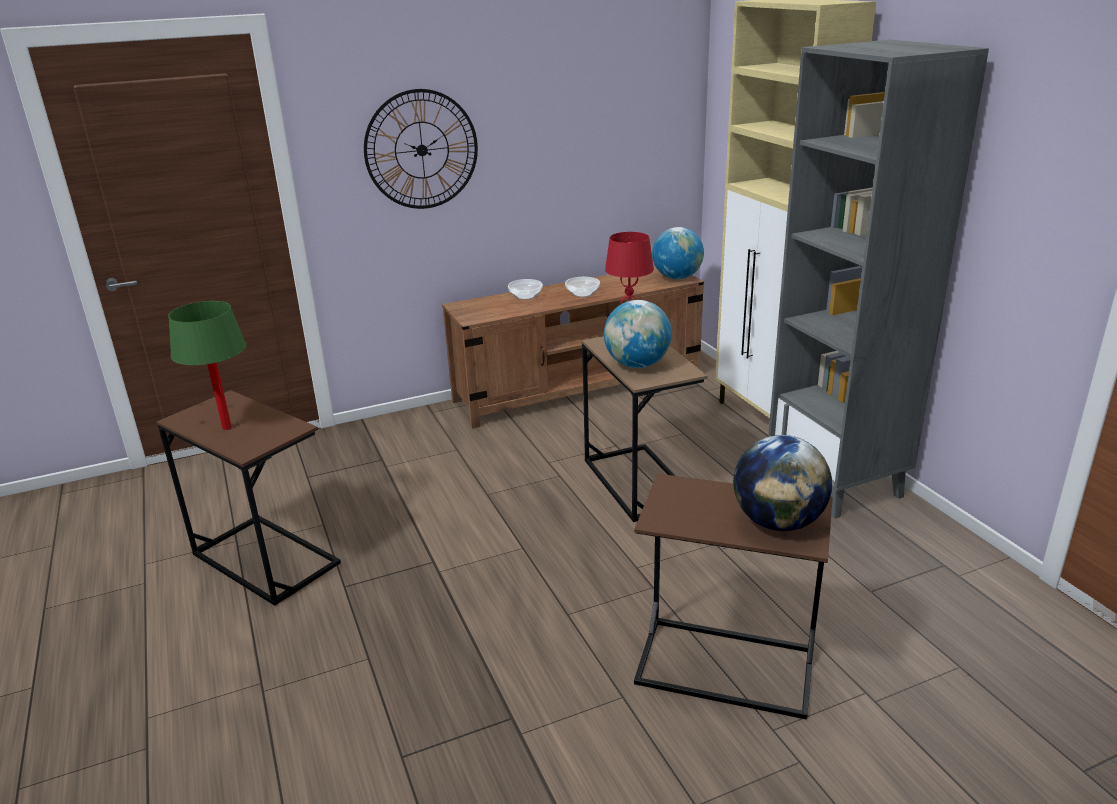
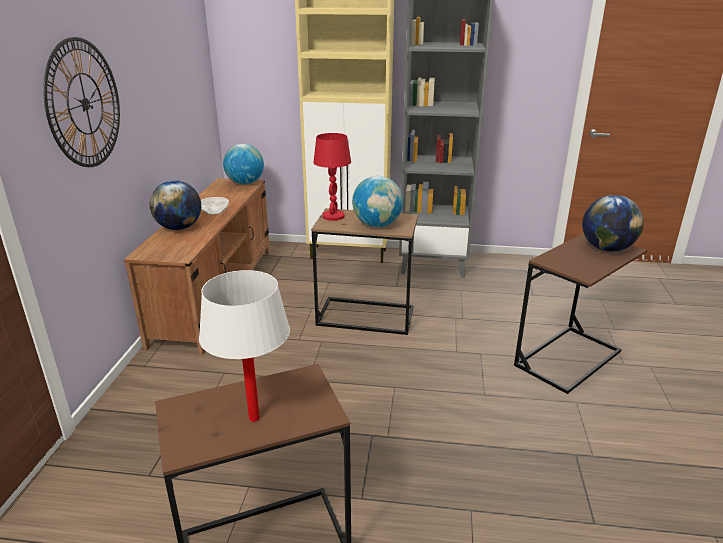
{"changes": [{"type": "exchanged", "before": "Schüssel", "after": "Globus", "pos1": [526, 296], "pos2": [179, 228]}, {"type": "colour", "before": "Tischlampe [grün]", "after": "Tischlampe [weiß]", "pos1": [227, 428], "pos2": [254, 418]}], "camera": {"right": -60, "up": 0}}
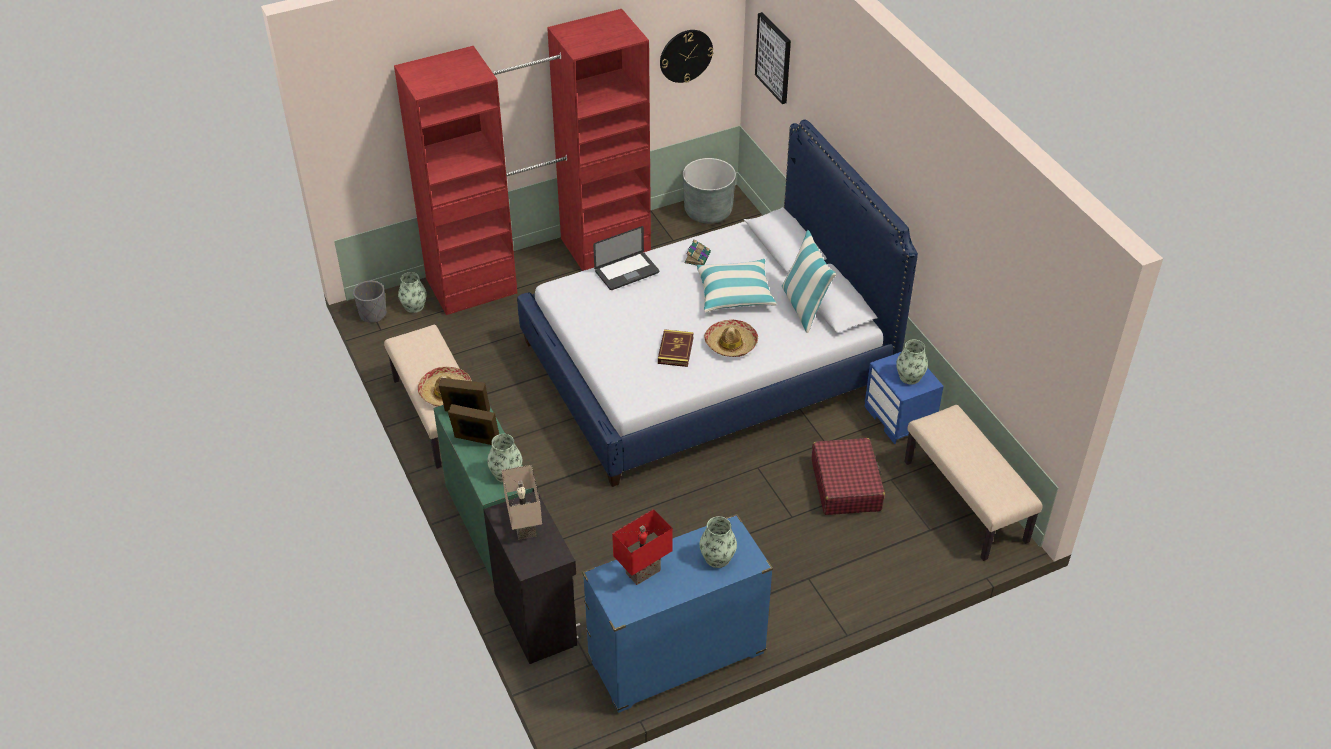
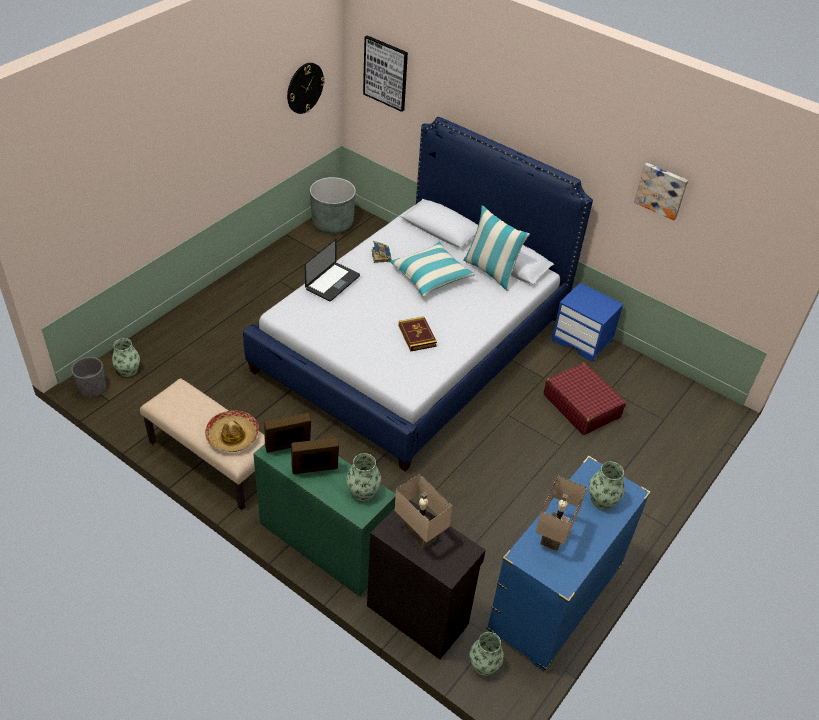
{"changes": [{"type": "missing", "before": "Kleiderschrank [rot]", "pos1": [540, 265]}, {"type": "missing", "before": "Hut", "pos1": [731, 344]}, {"type": "relocated", "before": "Vase", "pos1": [909, 377], "pos2": [484, 665]}, {"type": "missing", "before": "Bank [beige]", "pos1": [966, 501]}, {"type": "colour", "before": "Tischlampe [rot]", "after": "Tischlampe [beige]", "pos1": [642, 570], "pos2": [552, 536]}, {"type": "appeared", "after": "Bild", "pos2": [661, 190]}], "camera": {"right": -30, "up": 0}}
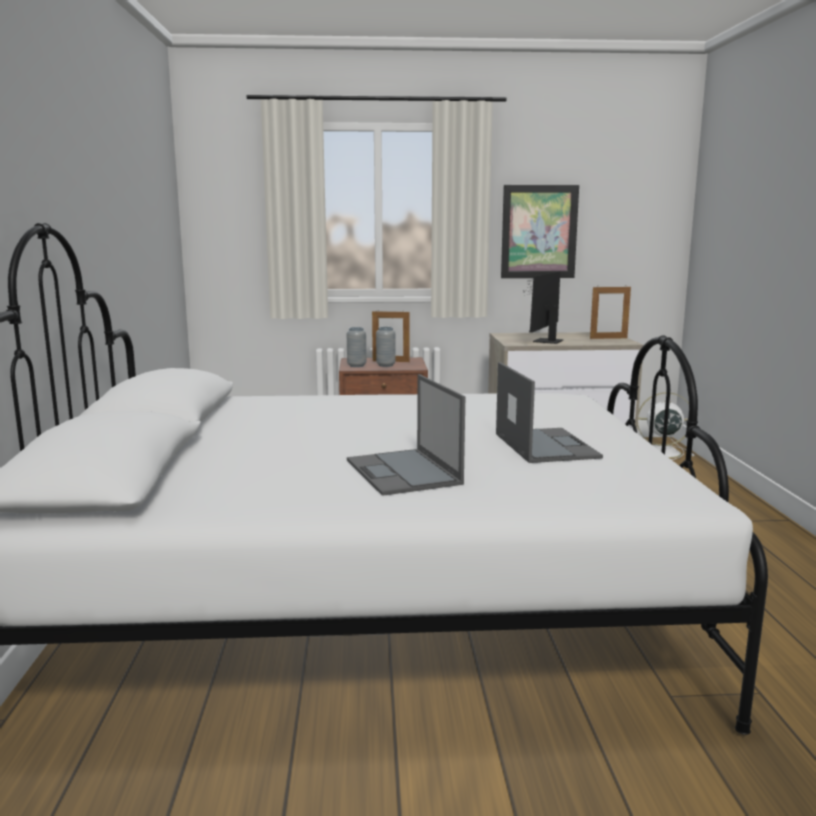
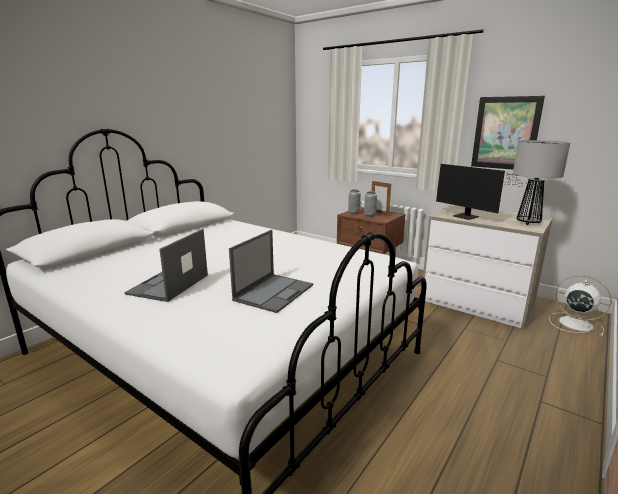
{"changes": [{"type": "spun", "before": "Monitor", "pos1": [545, 341], "pos2": [468, 217], "turn": -105}, {"type": "exchanged", "before": "Bilderrahmen", "after": "Tischlampe", "pos1": [608, 338], "pos2": [528, 222]}], "camera": {"right": 40, "up": 5}}
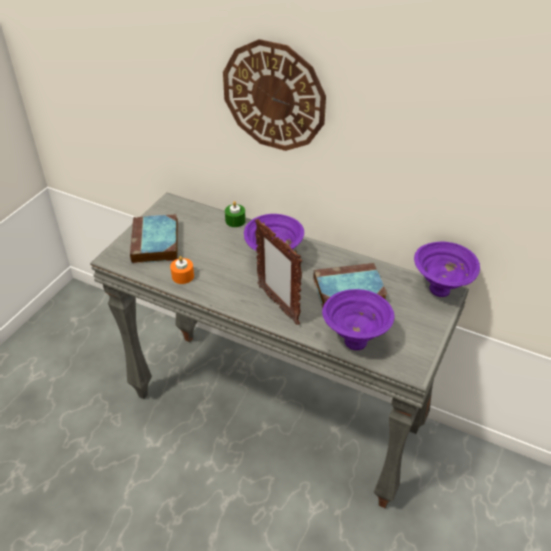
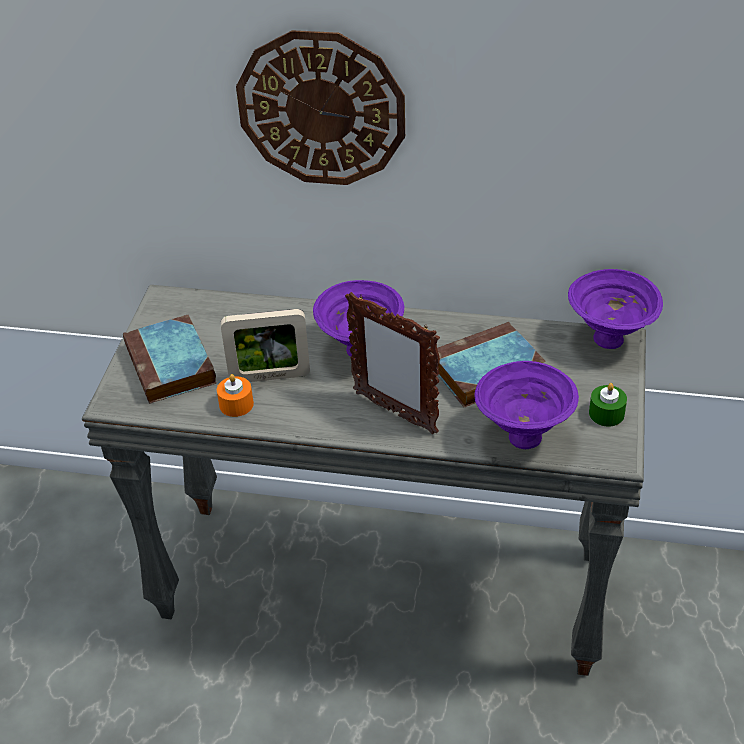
{"changes": [{"type": "relocated", "before": "Kerze [grün]", "pos1": [235, 221], "pos2": [606, 414]}, {"type": "appeared", "after": "Bilderrahmen", "pos2": [270, 377]}], "camera": {"right": -15, "up": 0}}
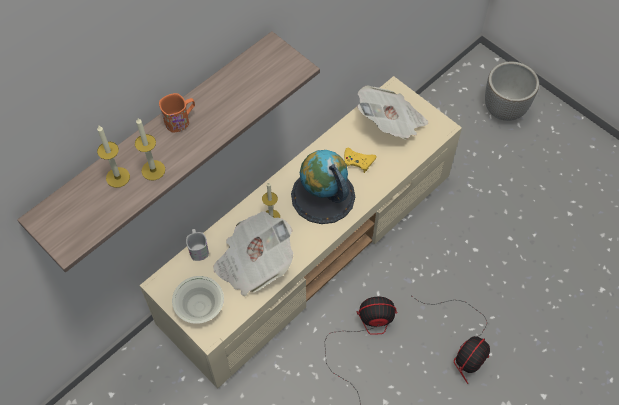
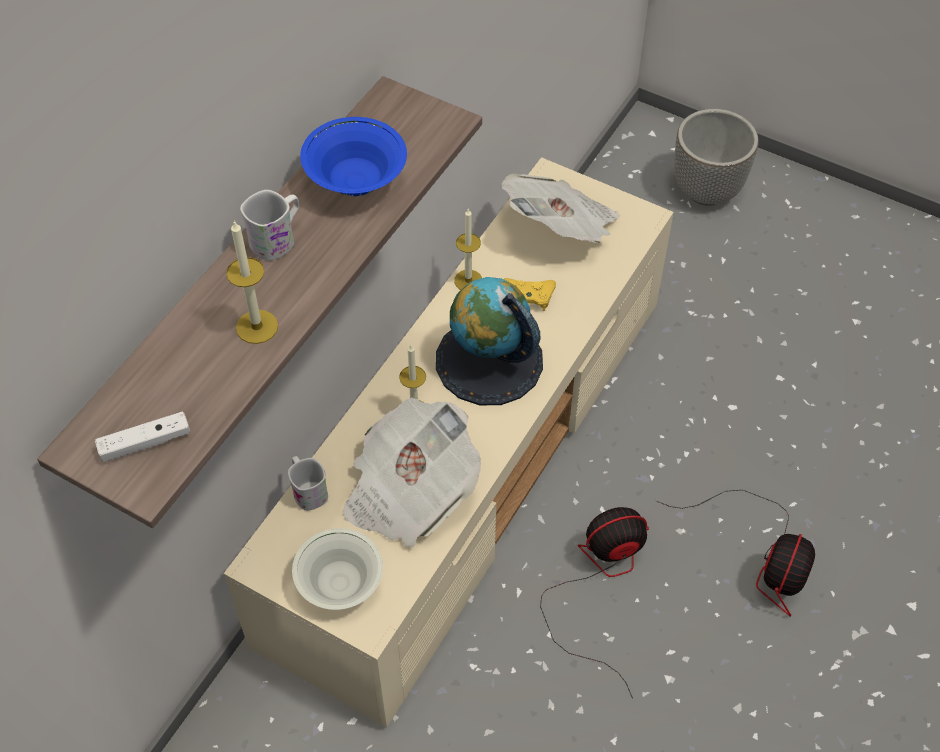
{"changes": [{"type": "colour", "before": "Henkelbecher [orange]", "after": "Henkelbecher [weiß]", "pos1": [181, 120], "pos2": [278, 239]}, {"type": "relocated", "before": "Kerze", "pos1": [118, 177], "pos2": [468, 280]}, {"type": "appeared", "after": "Schüssel [blau]", "pos2": [356, 182]}, {"type": "appeared", "after": "Gamepad [weiß]", "pos2": [145, 443]}], "camera": {"right": -15, "up": -5}}
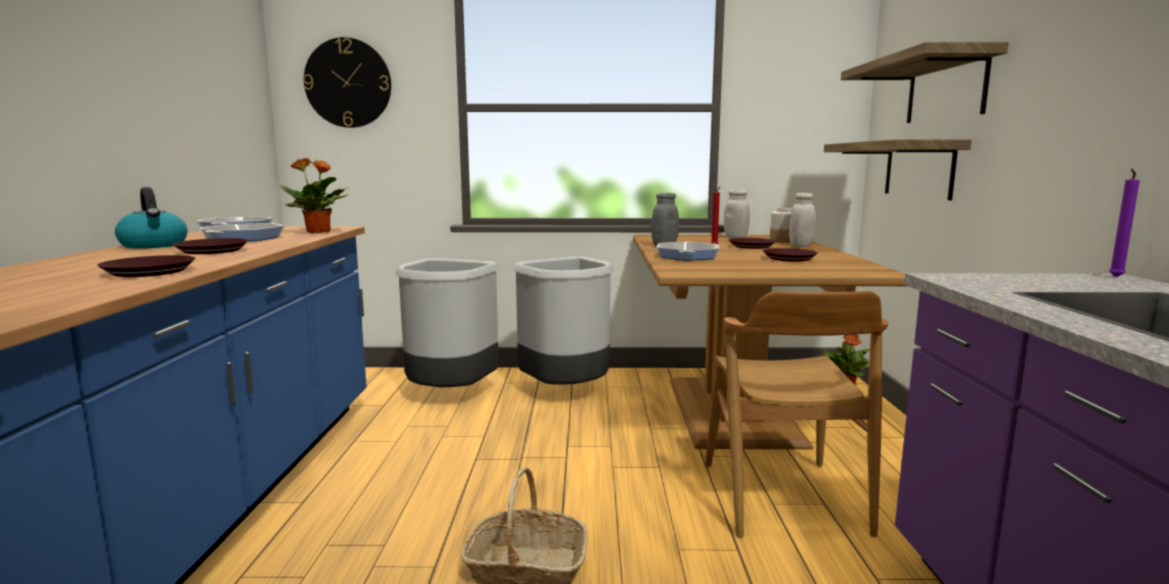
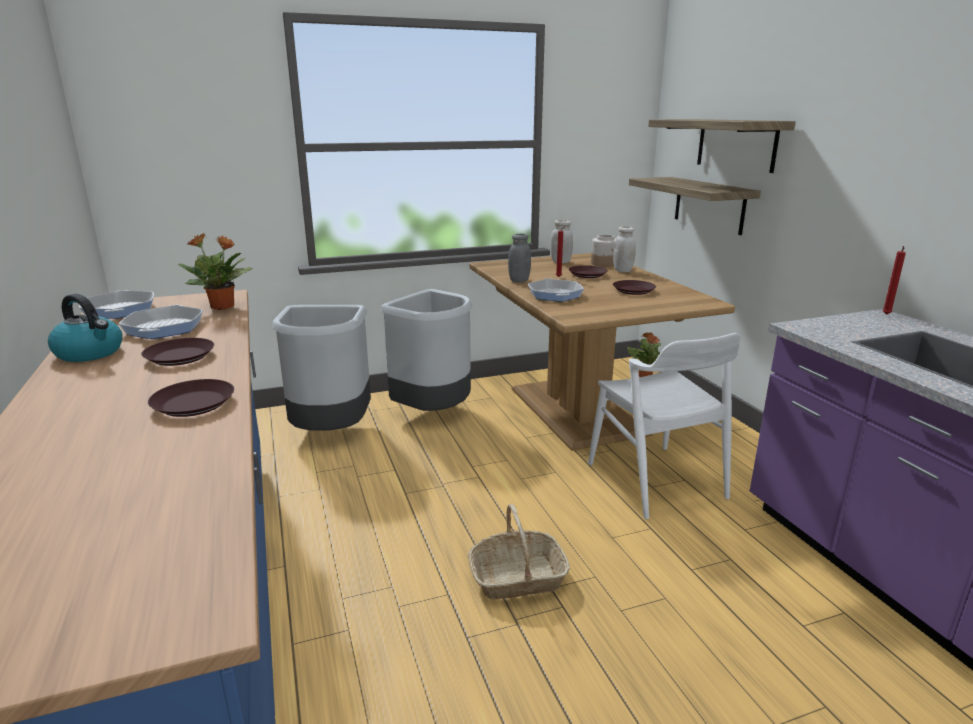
{"changes": [{"type": "missing", "before": "Wanduhr", "pos1": [348, 83]}, {"type": "colour", "before": "Kerze [lila]", "after": "Kerze [rot]", "pos1": [1115, 277], "pos2": [886, 315]}, {"type": "colour", "before": "Stuhl [braun]", "after": "Stuhl [weiß]", "pos1": [782, 498], "pos2": [655, 481]}], "camera": {"right": -20, "up": 10}}
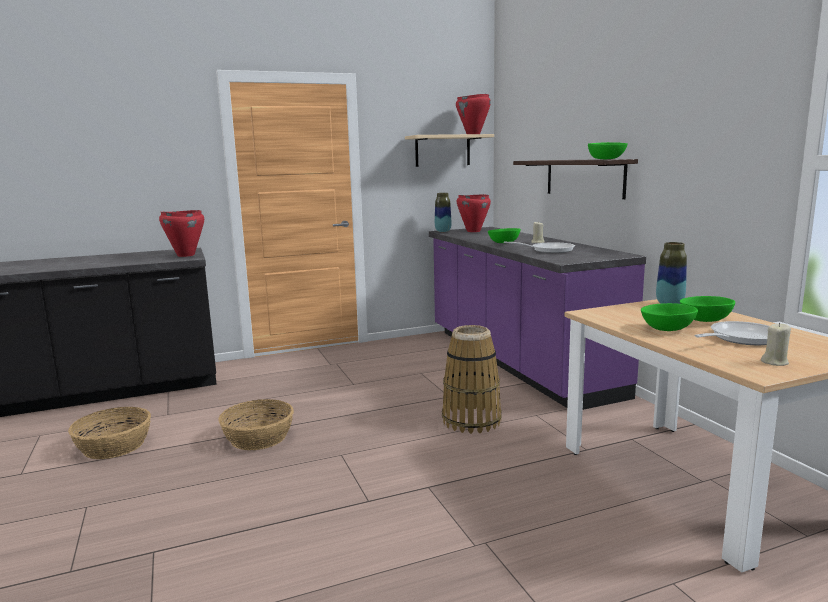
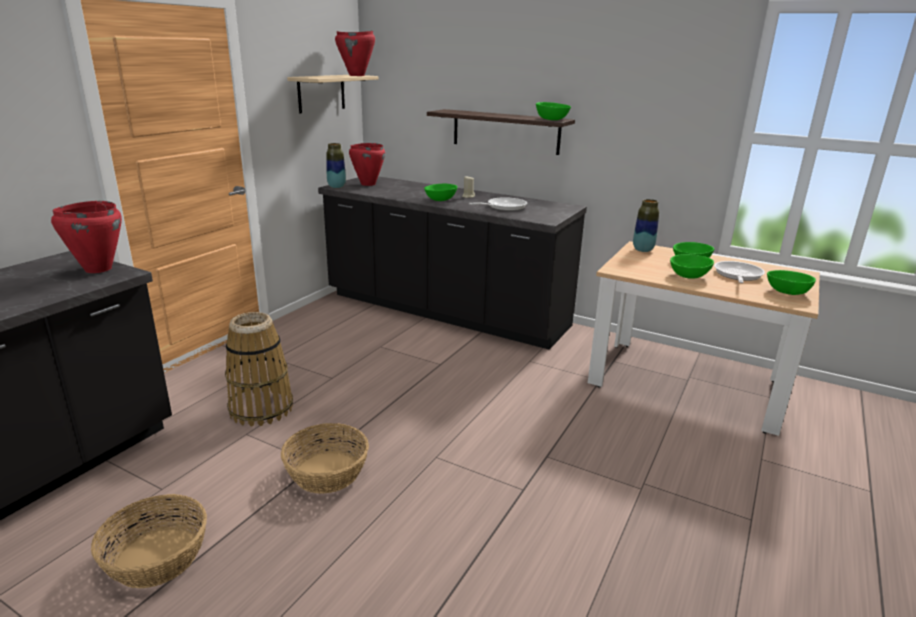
{"changes": [{"type": "colour", "before": "Küchenzeile [lila]", "after": "Küchenzeile [schwarz]", "pos1": [516, 361], "pos2": [445, 312]}, {"type": "exchanged", "before": "Kerze [beige]", "after": "Schüssel [grün]", "pos1": [775, 362], "pos2": [788, 292]}, {"type": "relocated", "before": "Korb", "pos1": [471, 420], "pos2": [261, 409]}], "camera": {"right": -40, "up": 10}}
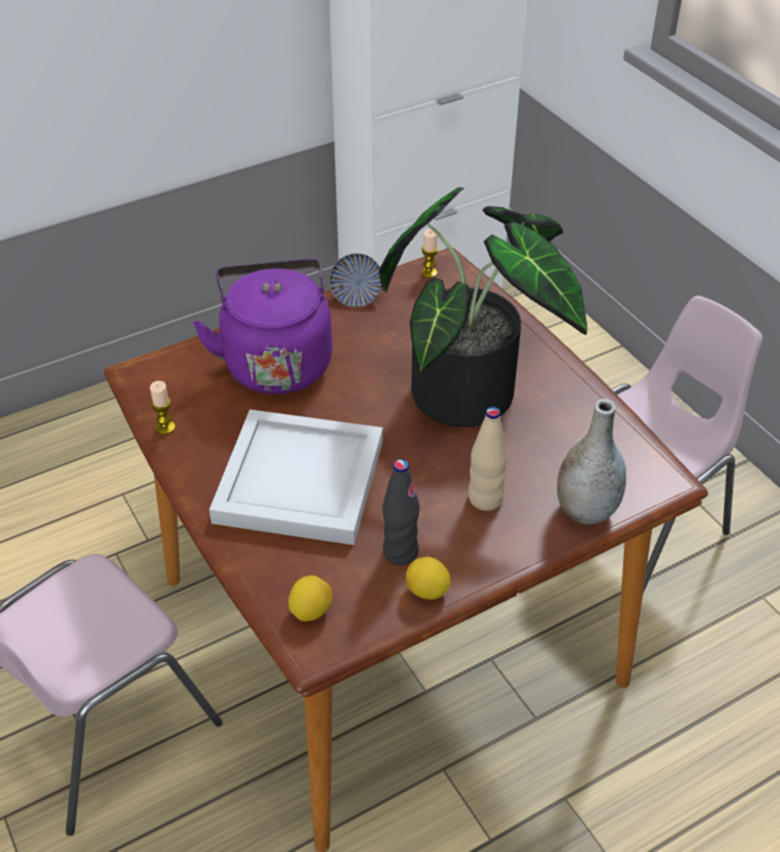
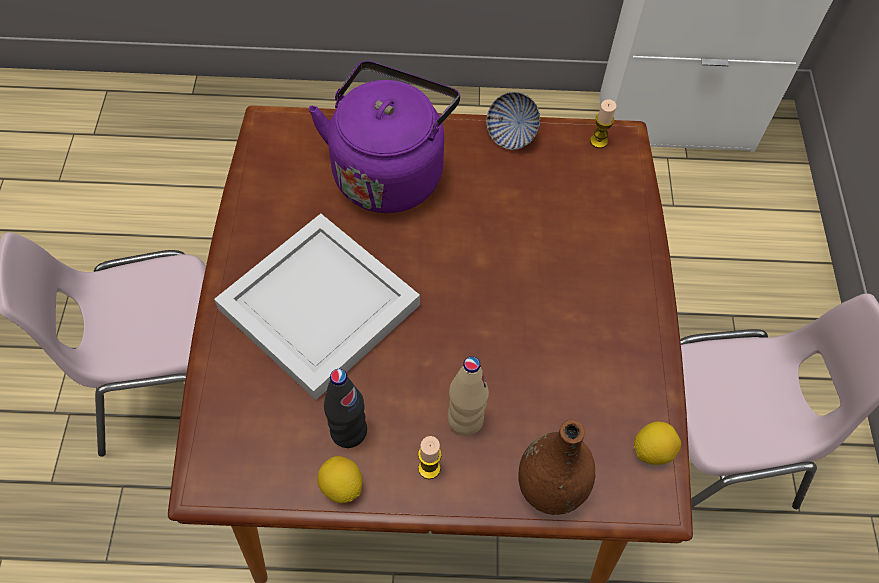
{"changes": [{"type": "missing", "before": "Topfpflanze", "pos1": [474, 391]}, {"type": "relocated", "before": "Kerze", "pos1": [165, 428], "pos2": [429, 468]}, {"type": "colour", "before": "Vase [grau]", "after": "Vase [braun]", "pos1": [586, 511], "pos2": [550, 488]}, {"type": "relocated", "before": "Zitrone", "pos1": [310, 611], "pos2": [652, 450]}], "camera": {"right": 30, "up": 15}}
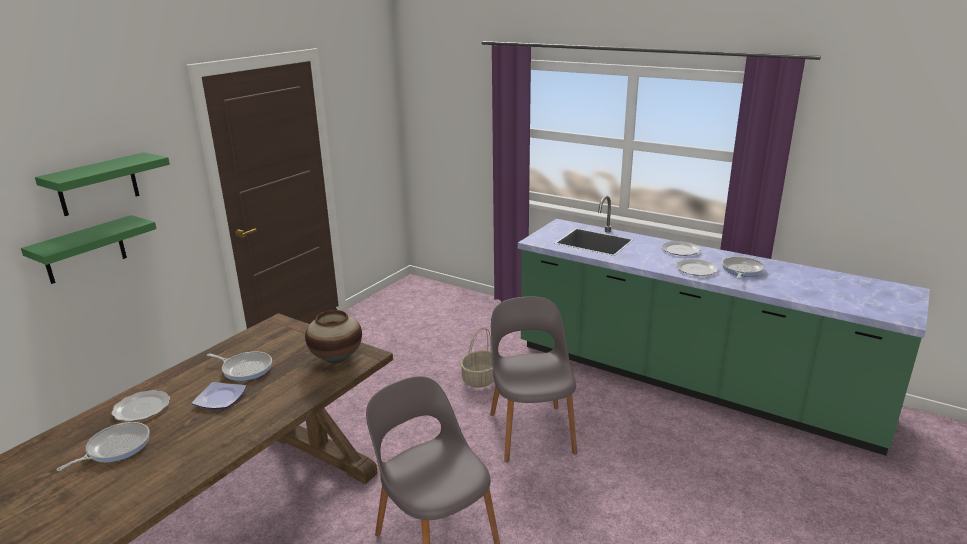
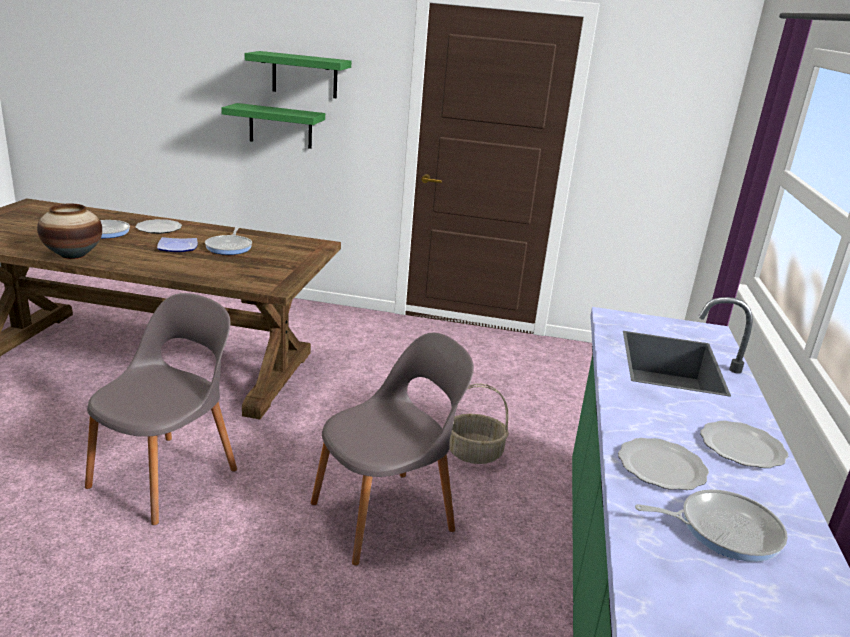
{"changes": [{"type": "relocated", "before": "Vase", "pos1": [336, 358], "pos2": [73, 255]}], "camera": {"right": 65, "up": 0}}
